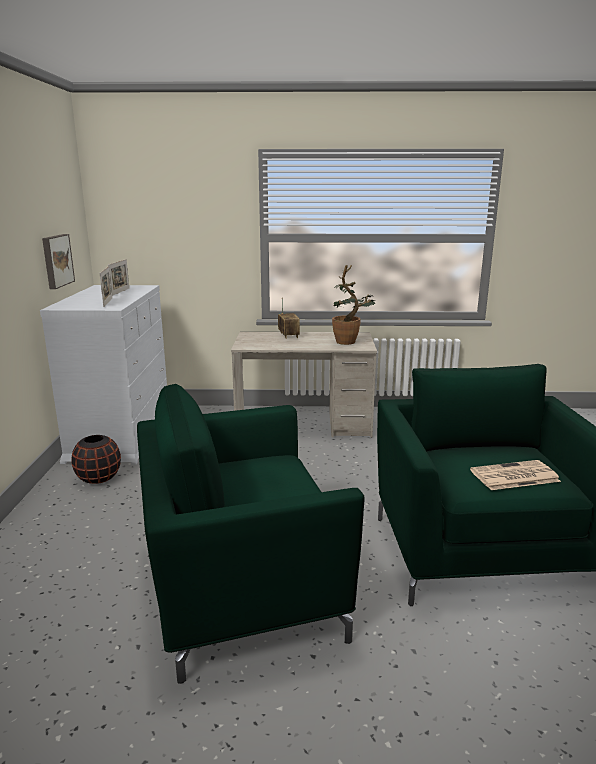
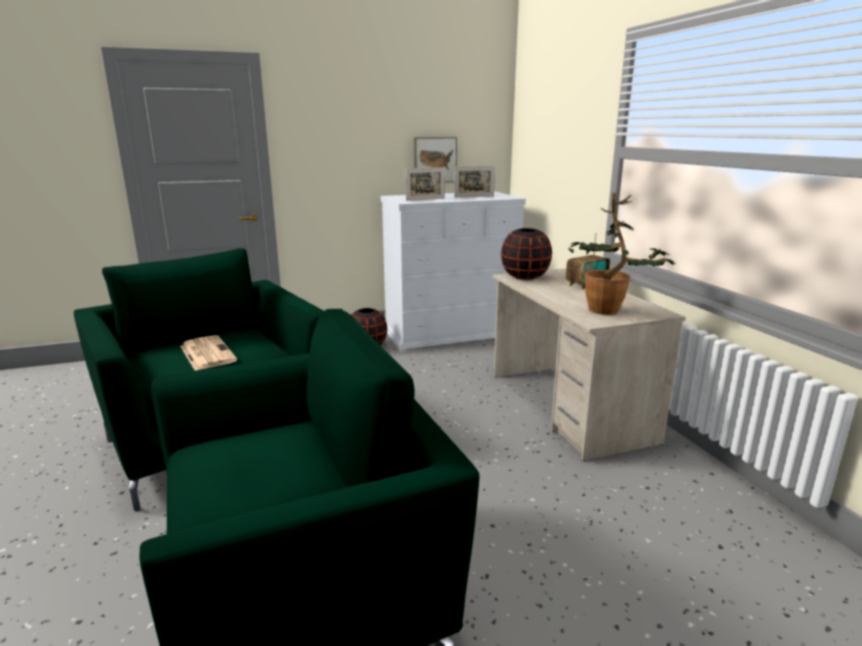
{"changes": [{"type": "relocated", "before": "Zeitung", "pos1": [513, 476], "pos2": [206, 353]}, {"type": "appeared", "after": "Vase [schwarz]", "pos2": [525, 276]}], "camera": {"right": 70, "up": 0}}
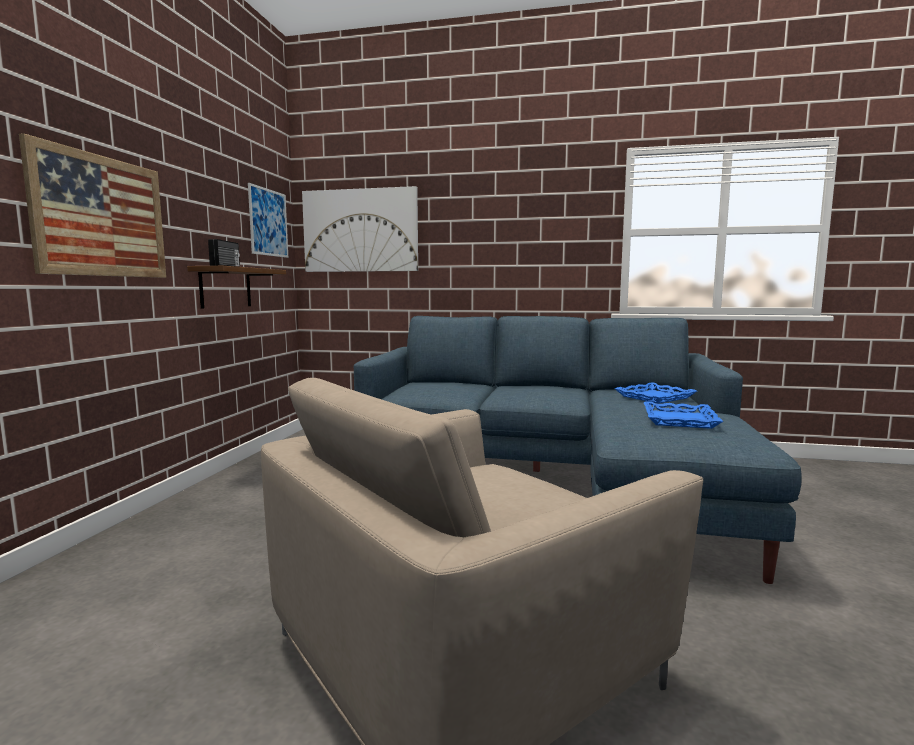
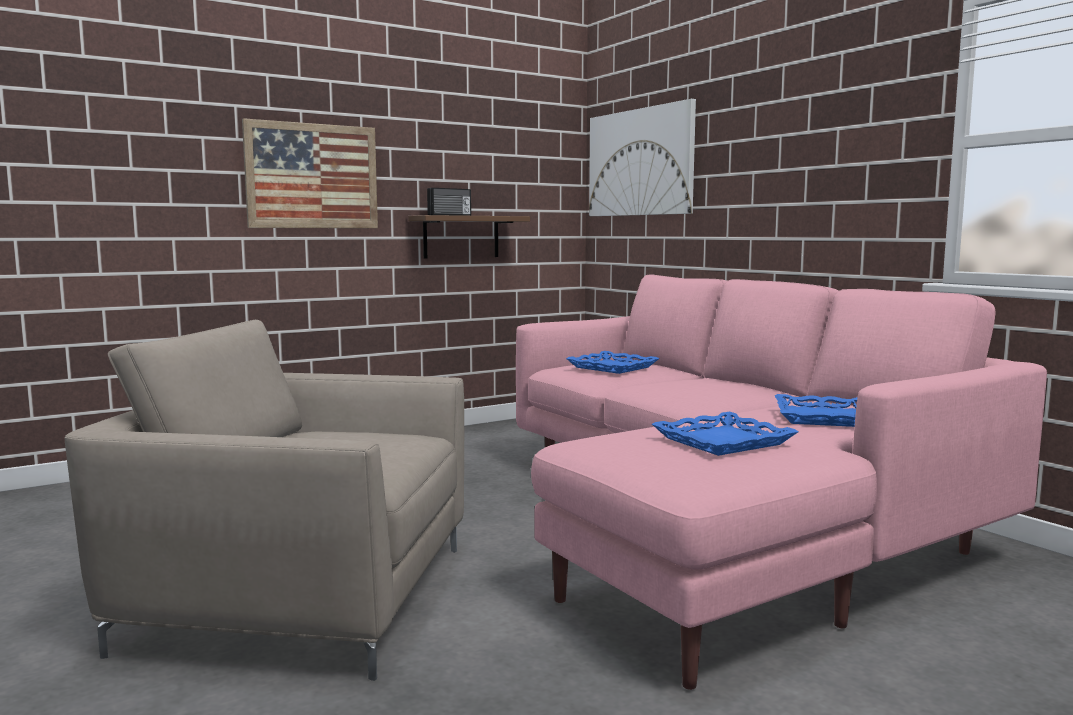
{"changes": [{"type": "missing", "before": "Bild", "pos1": [268, 222]}, {"type": "colour", "before": "Sofa [blau]", "after": "Sofa [rosa]", "pos1": [559, 483], "pos2": [721, 525]}, {"type": "appeared", "after": "Tablett [blau]", "pos2": [612, 367]}], "camera": {"right": 45, "up": 0}}
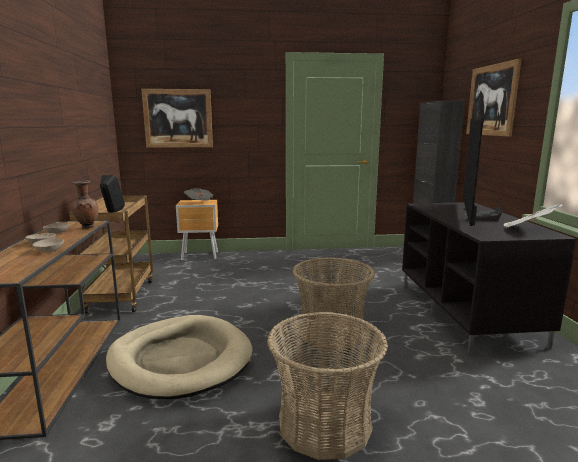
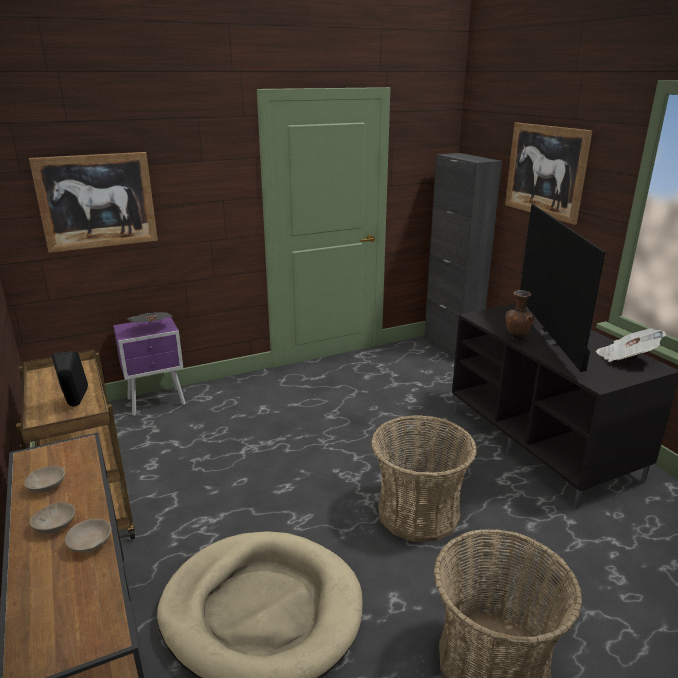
{"changes": [{"type": "relocated", "before": "Vase [braun]", "pos1": [87, 227], "pos2": [516, 339]}, {"type": "colour", "before": "Nachttisch [braun]", "after": "Nachttisch [lila]", "pos1": [200, 256], "pos2": [158, 402]}], "camera": {"right": -20, "up": 10}}
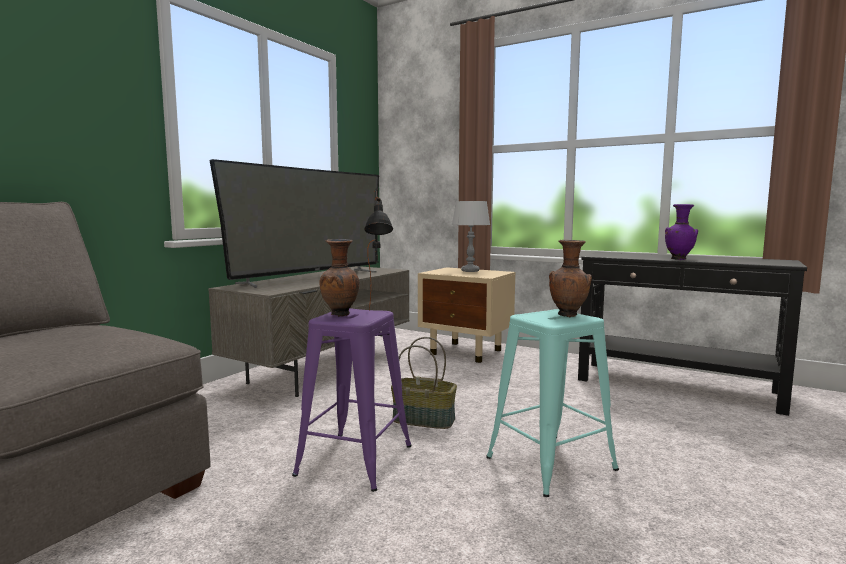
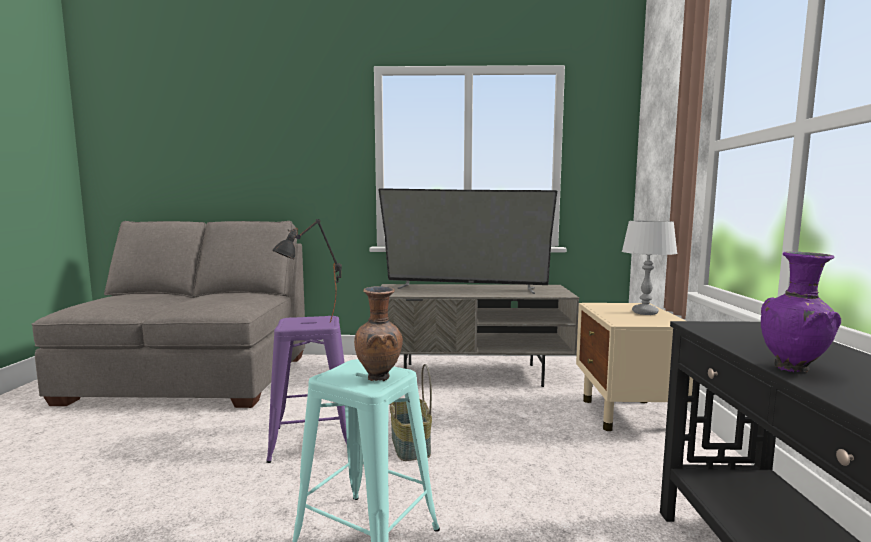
{"changes": [{"type": "missing", "before": "Vase [braun]", "pos1": [341, 315]}], "camera": {"right": 60, "up": 0}}
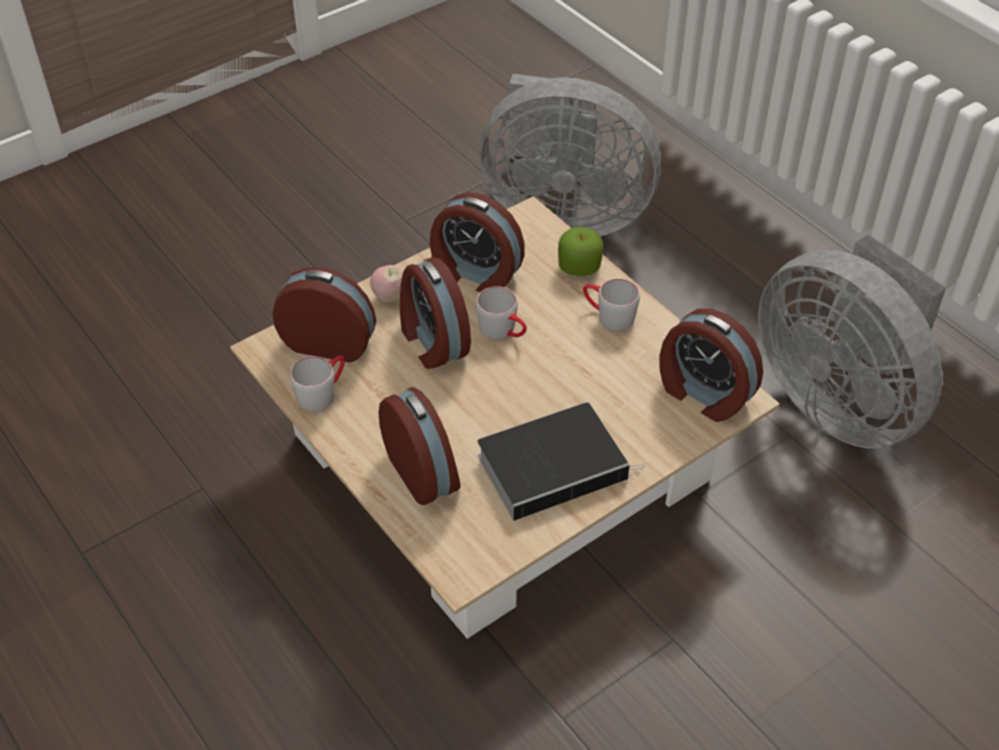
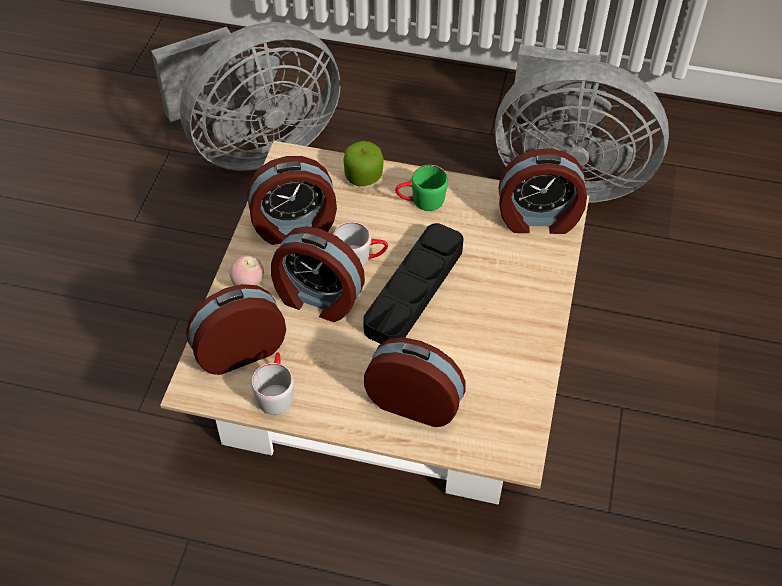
{"changes": [{"type": "colour", "before": "Henkelbecher [grau]", "after": "Henkelbecher [grün]", "pos1": [608, 315], "pos2": [420, 201]}, {"type": "missing", "before": "Buch", "pos1": [555, 464]}, {"type": "appeared", "after": "Tablett [schwarz]", "pos2": [414, 289]}], "camera": {"right": -40, "up": 5}}
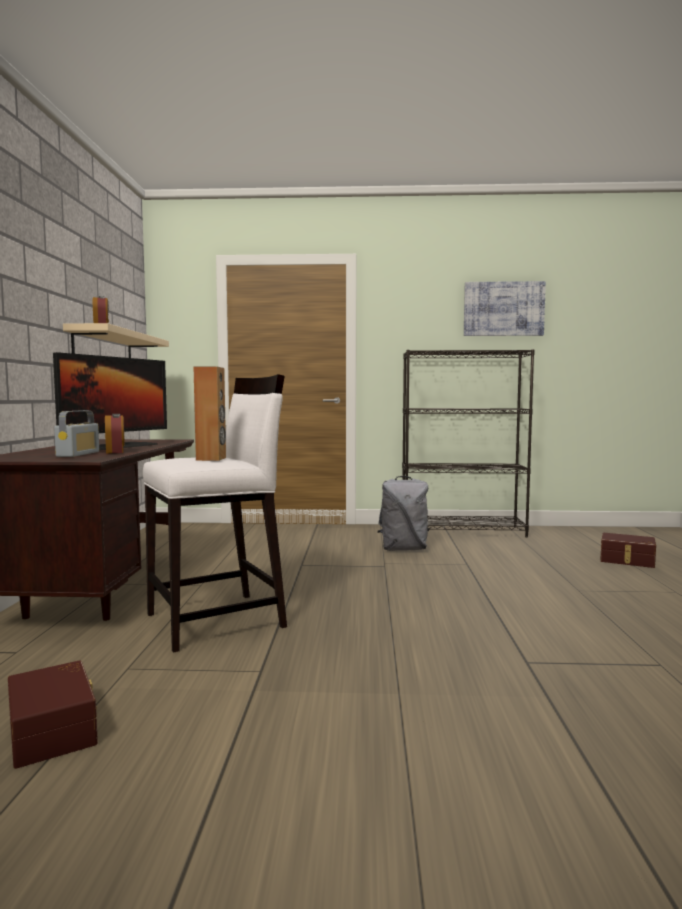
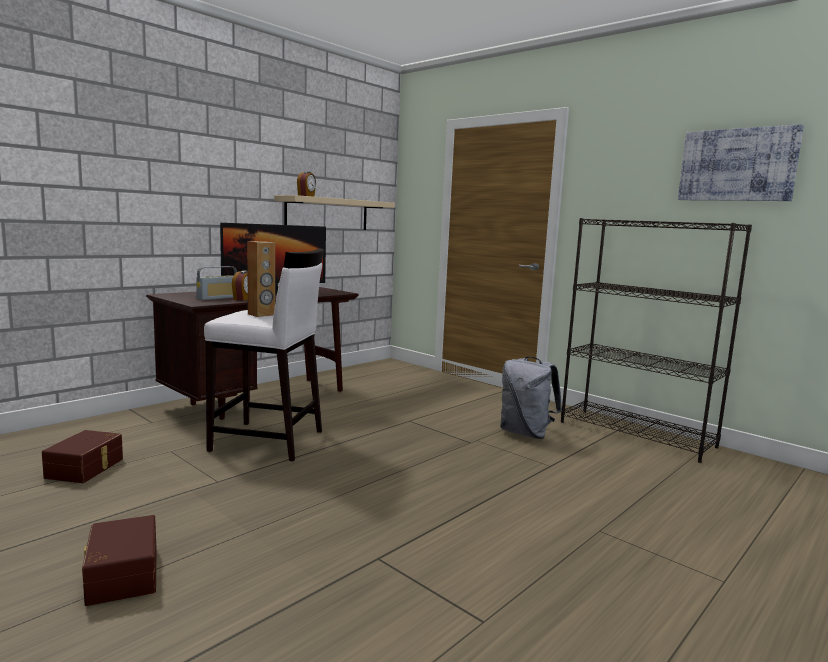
{"changes": [{"type": "relocated", "before": "Aufbewahrungsbox [braun]", "pos1": [627, 560], "pos2": [120, 575]}], "camera": {"right": 40, "up": 5}}
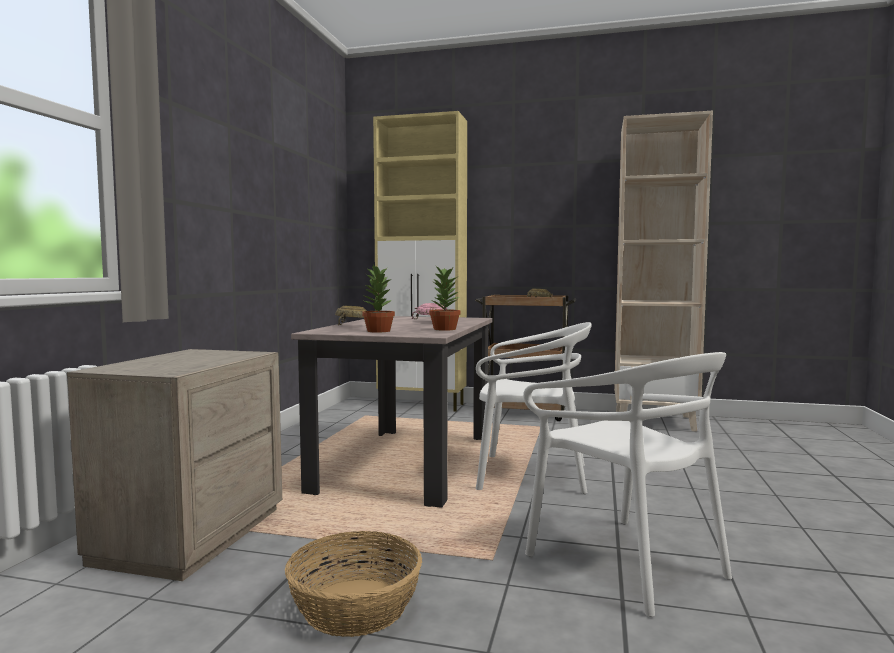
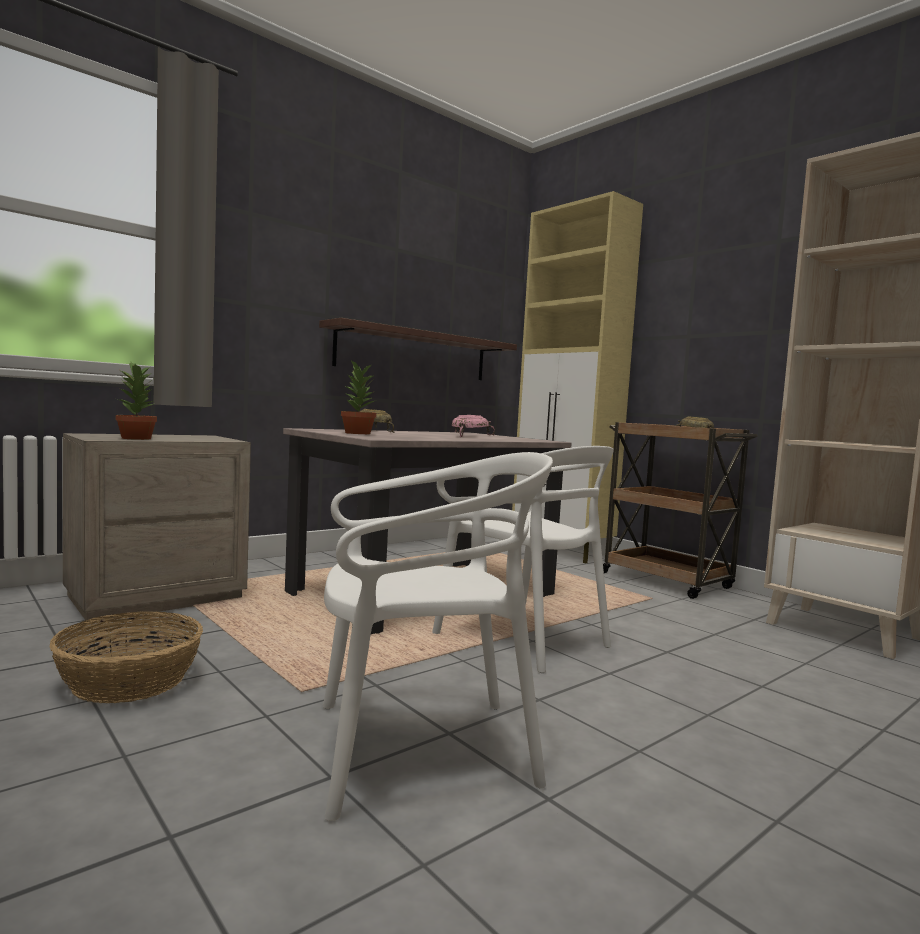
{"changes": [{"type": "relocated", "before": "Topfpflanze", "pos1": [444, 329], "pos2": [136, 438]}, {"type": "spun", "before": "Stuhl [weiß]", "pos1": [626, 563], "pos2": [420, 749], "turn": -105}, {"type": "appeared", "after": "Wandregal", "pos2": [414, 354]}], "camera": {"right": 35, "up": 0}}
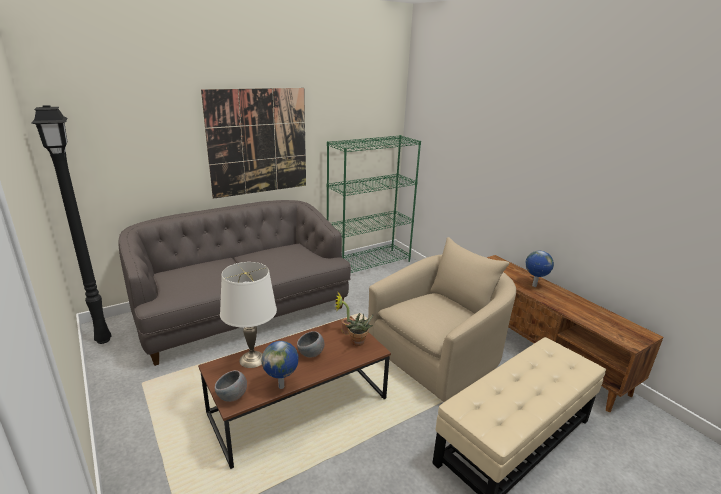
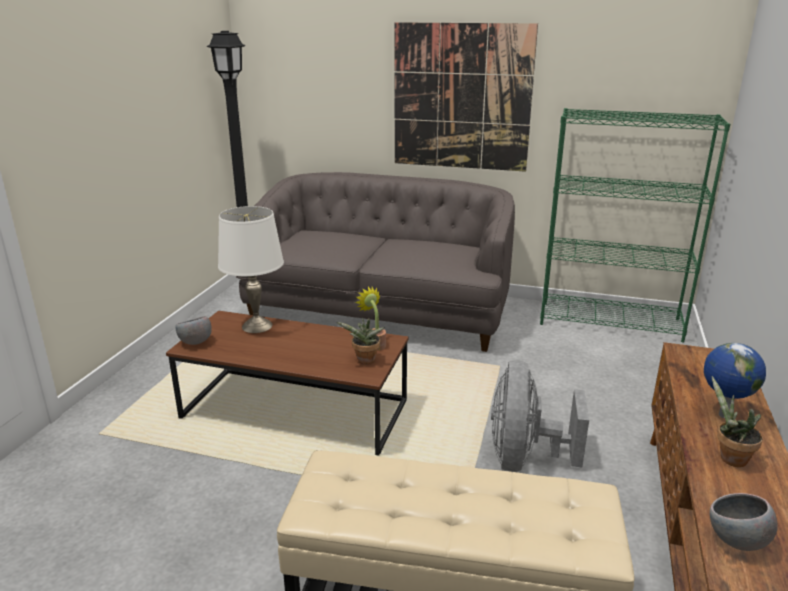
{"changes": [{"type": "exchanged", "before": "Sessel [beige]", "after": "Ventilator [grau]", "pos1": [440, 354], "pos2": [524, 458]}, {"type": "relocated", "before": "Schüssel [grau]", "pos1": [311, 354], "pos2": [737, 542]}, {"type": "missing", "before": "Globus", "pos1": [282, 386]}, {"type": "appeared", "after": "Topfpflanze", "pos2": [729, 458]}], "camera": {"right": 50, "up": 0}}
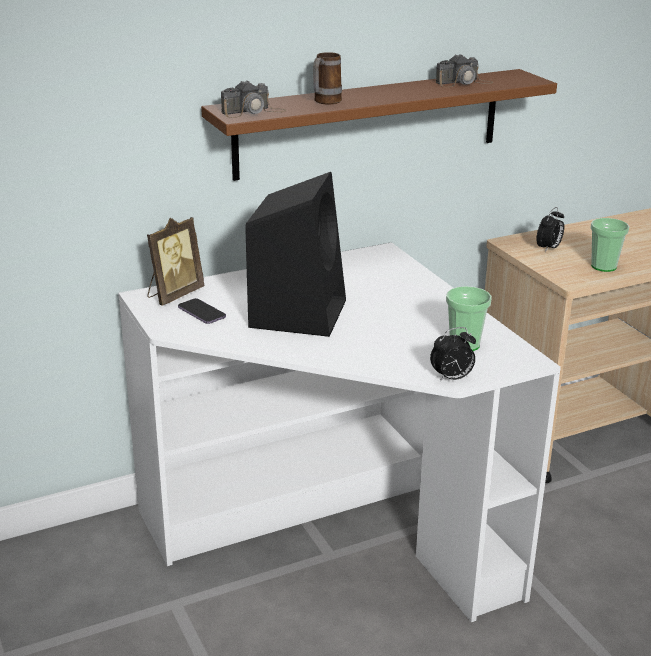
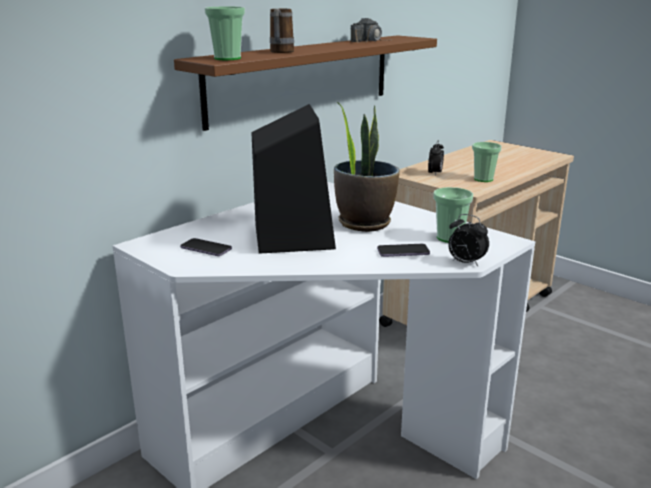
{"changes": [{"type": "exchanged", "before": "Kamera", "after": "Tasse", "pos1": [253, 112], "pos2": [227, 58]}, {"type": "missing", "before": "Bilderrahmen", "pos1": [174, 295]}, {"type": "spun", "before": "Wecker", "pos1": [452, 378], "pos2": [465, 263], "turn": 75}, {"type": "appeared", "after": "Topfpflanze", "pos2": [364, 223]}, {"type": "appeared", "after": "Handy", "pos2": [403, 252]}], "camera": {"right": -20, "up": -5}}
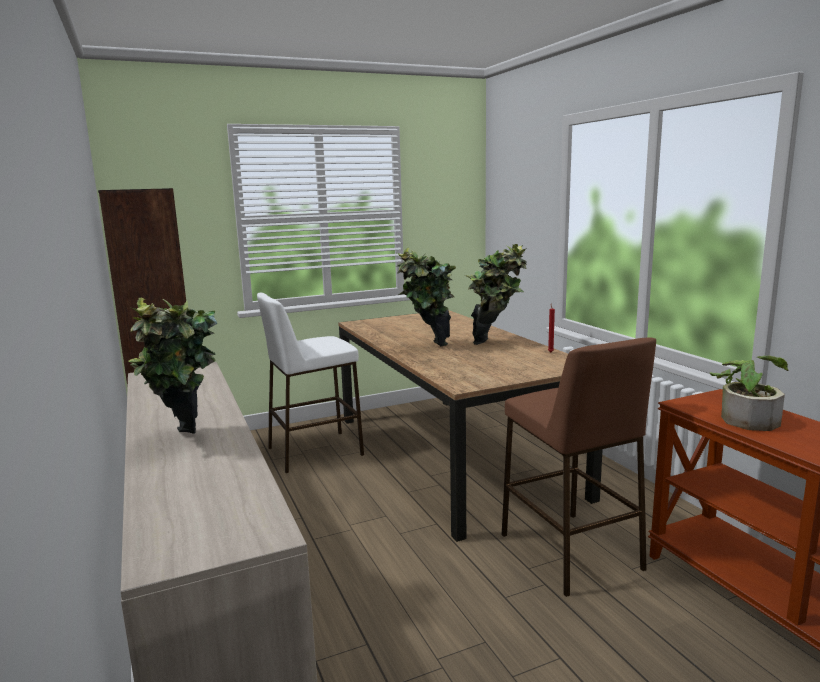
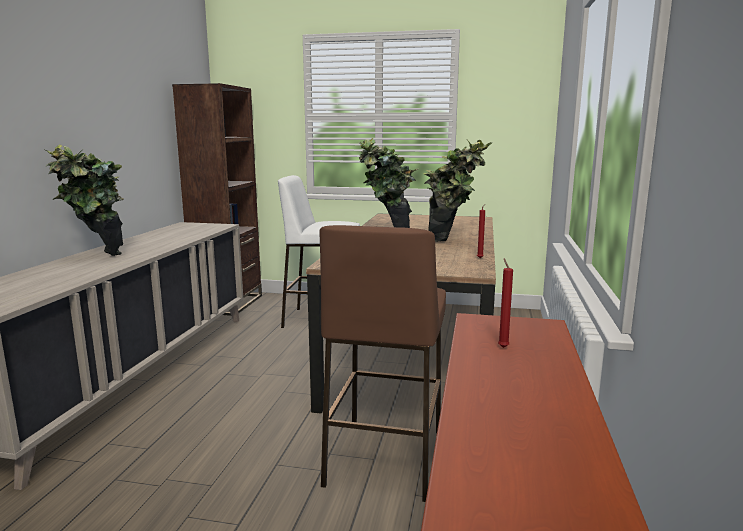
{"changes": [{"type": "exchanged", "before": "Topfpflanze", "after": "Kerze [rot]", "pos1": [746, 418], "pos2": [502, 347]}], "camera": {"right": 35, "up": 0}}
